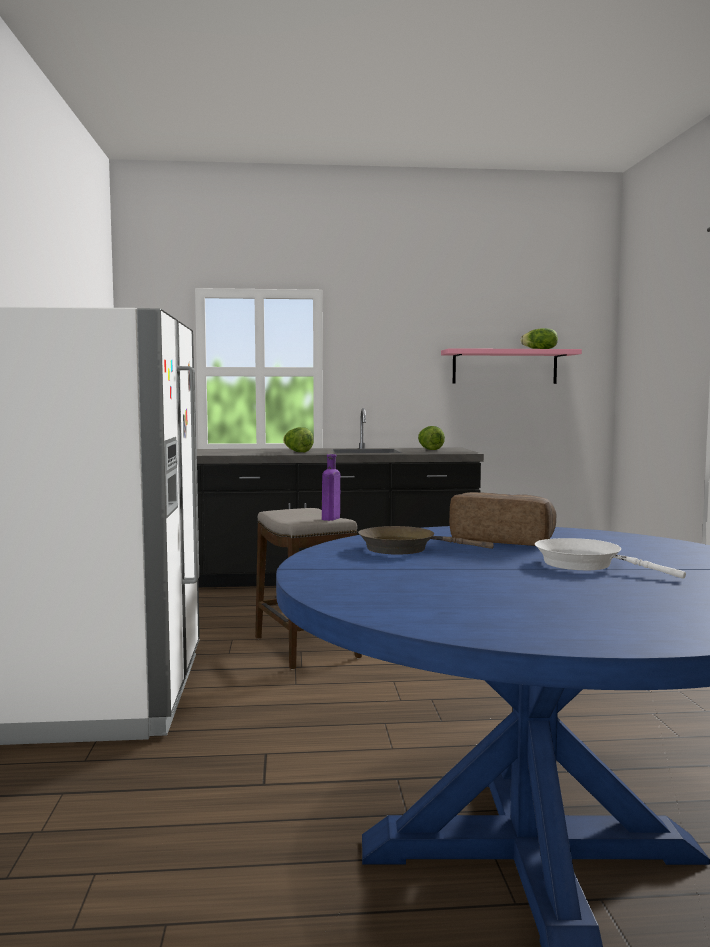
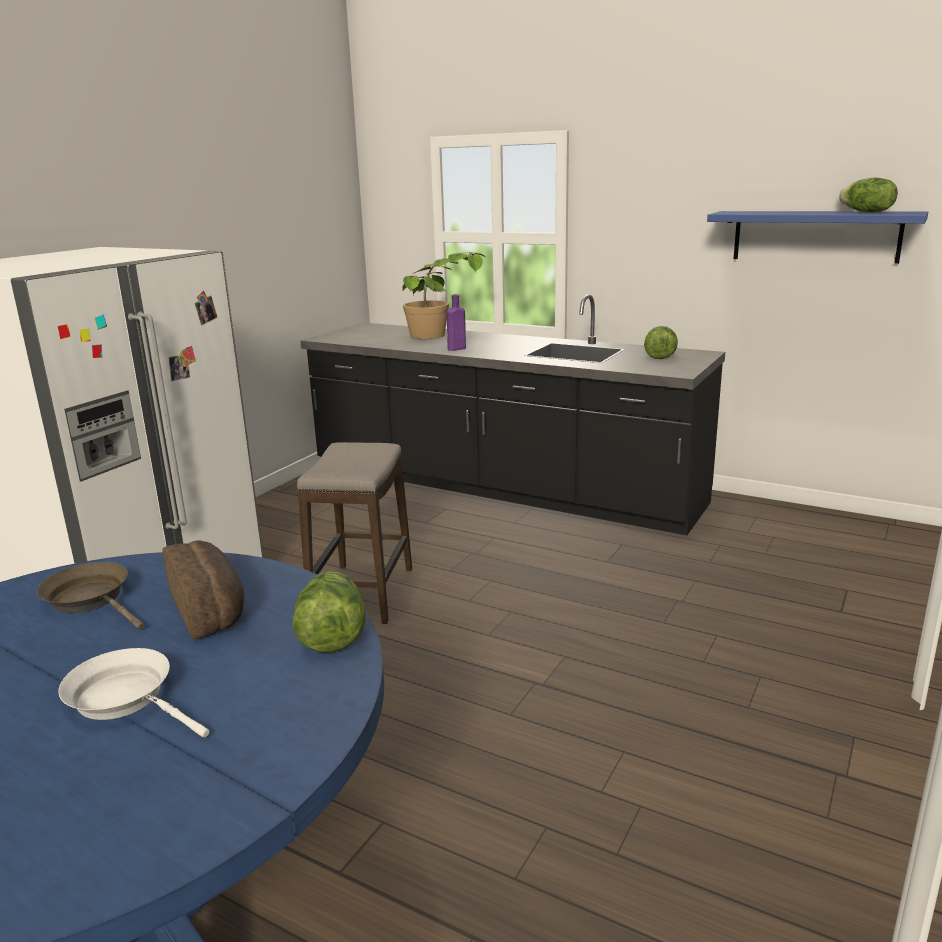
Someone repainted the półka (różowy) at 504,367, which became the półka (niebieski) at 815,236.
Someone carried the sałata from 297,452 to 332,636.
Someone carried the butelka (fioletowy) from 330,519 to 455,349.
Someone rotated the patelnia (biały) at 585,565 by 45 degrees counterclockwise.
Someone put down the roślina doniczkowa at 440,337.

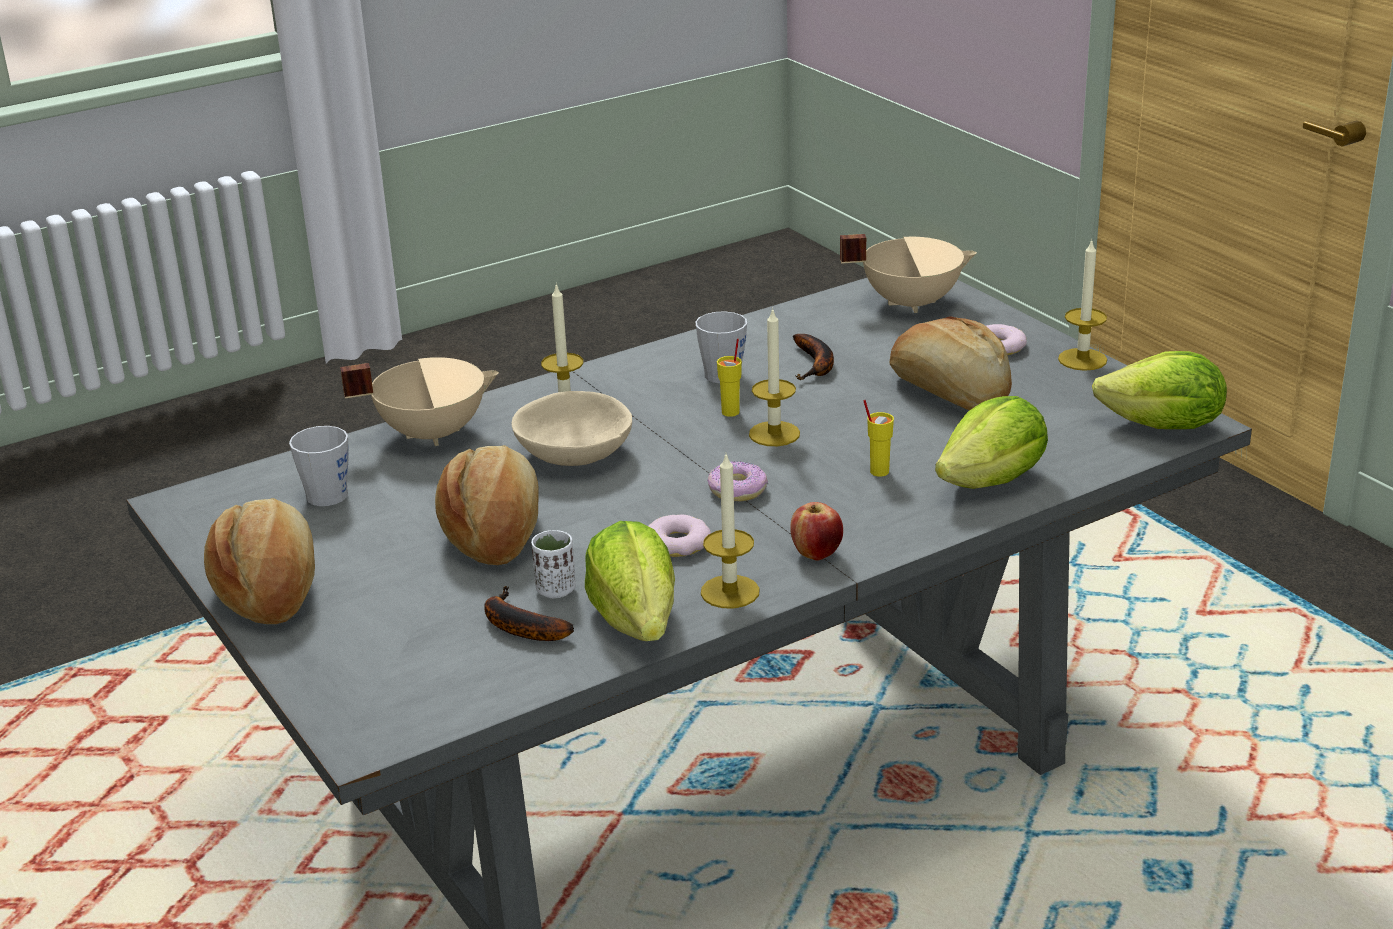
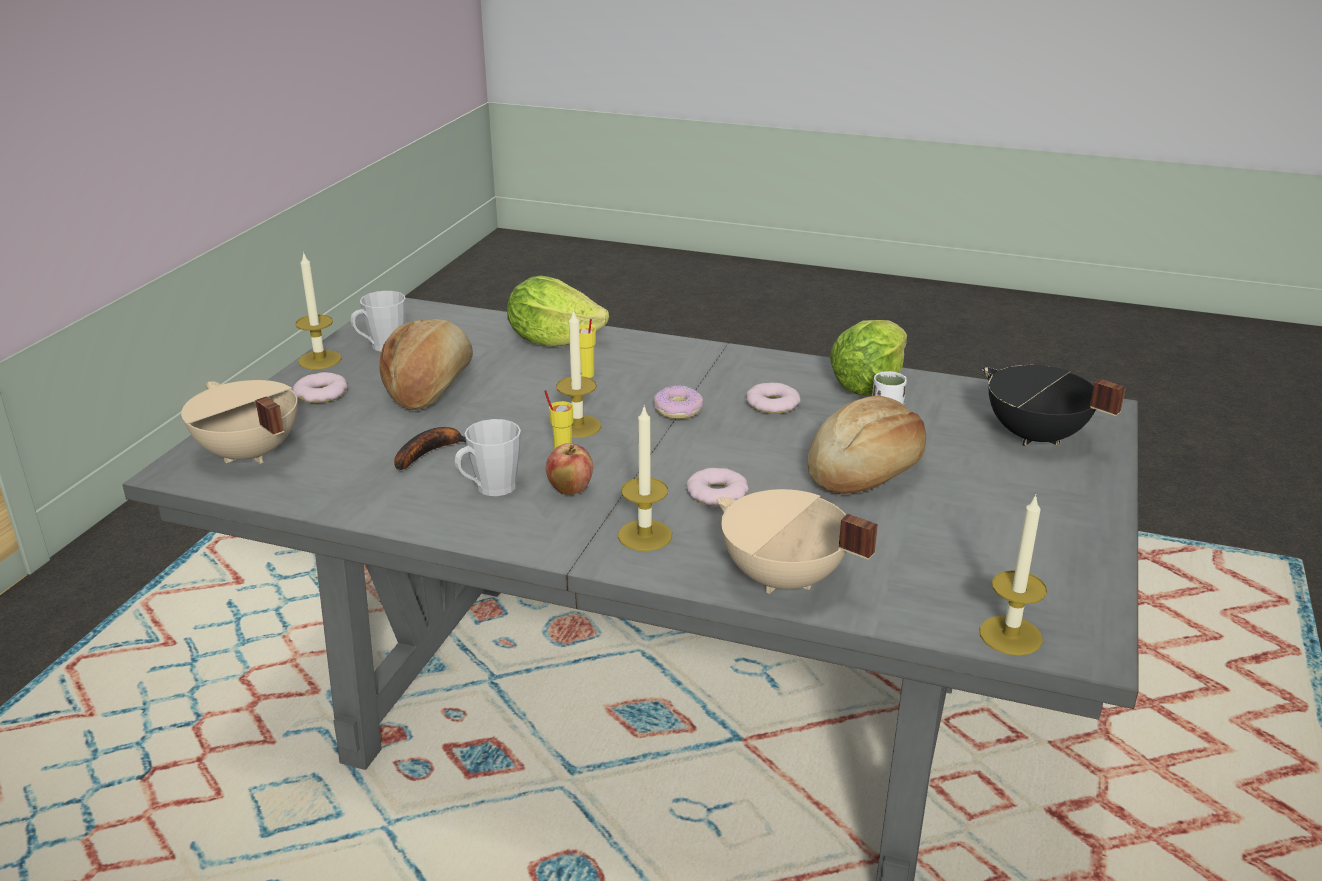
Someone took away the sałata at 1163,427.
Someone swapped the miska (beżowy) at 573,453 for the donut at 717,493.
Someone carried the kubek (szary) from 328,491 to 382,347.
Someone carried the świeca from 730,592 to 1010,635.
Someone took away the chleb at 270,589.
Someone carried the jabłko from 816,553 to 570,490.
Someone took away the banan at 518,626.
Someone put down the garnek (czarny) at 1035,437.

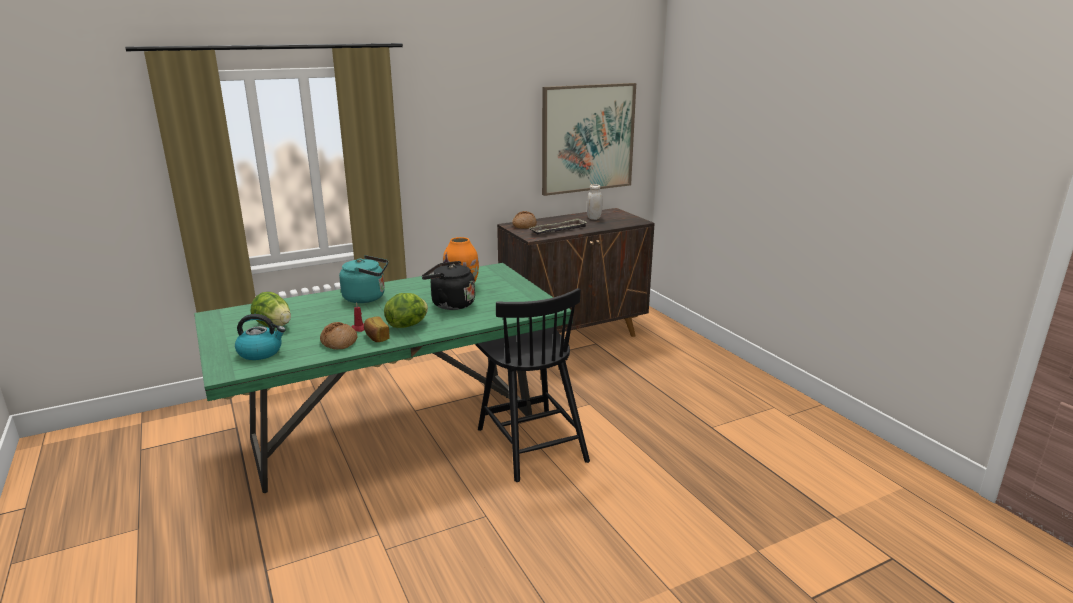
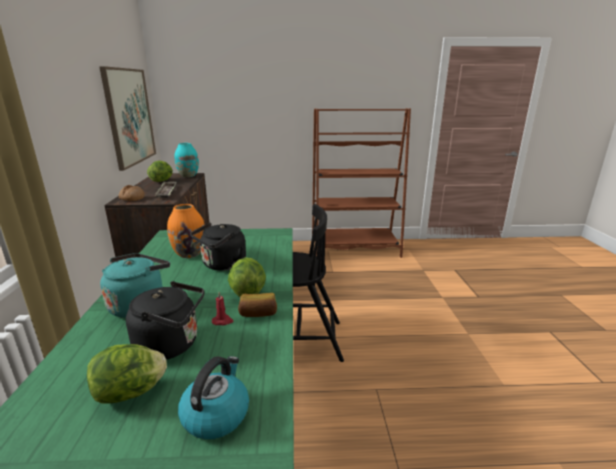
Someone swapped the słoik (biały) at 594,218 for the sałata at 162,181.
Someone took away the chleb at 339,342.
Someone put down the regał (brązowy) at 355,249.
Someone put down the wazon (turkusowy) at 188,175.
Someone put down the czajnik (czarny) at 171,344.

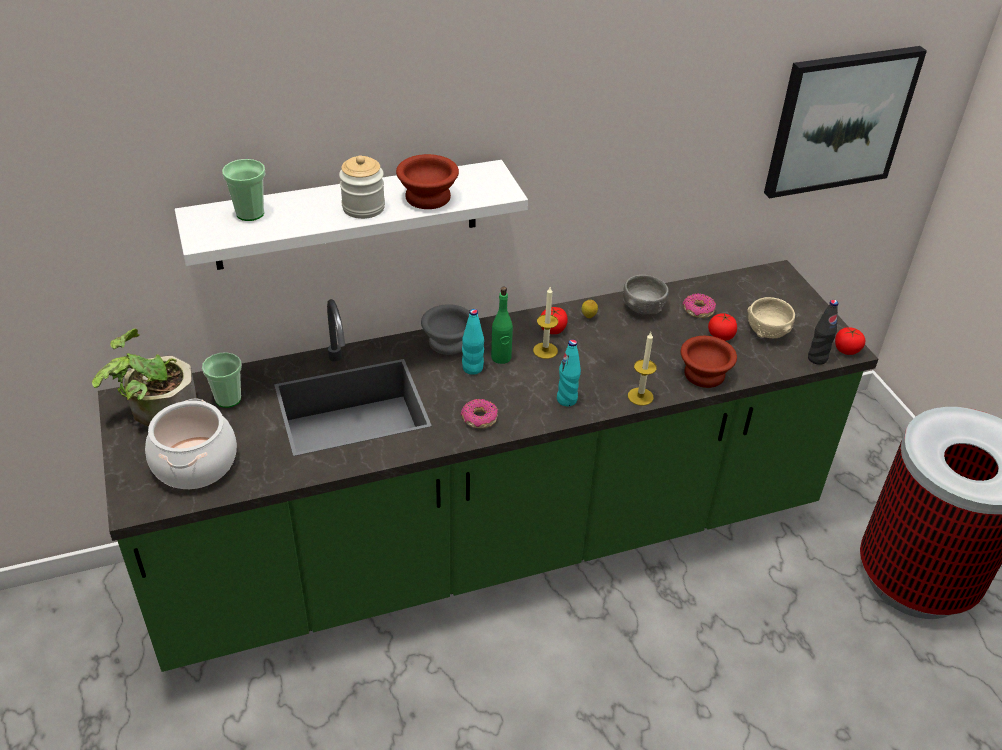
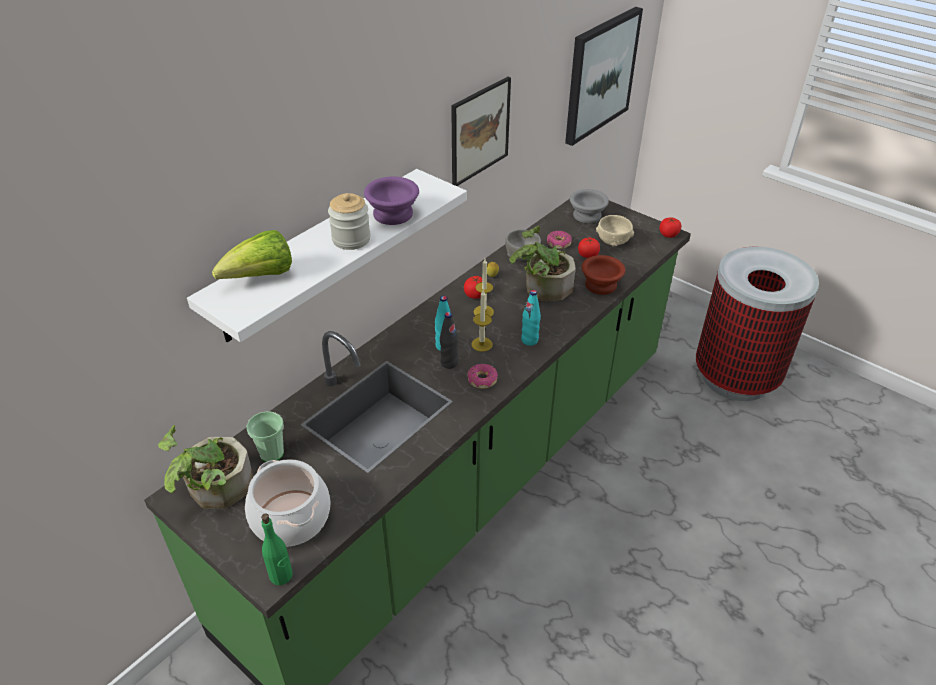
Someone repainted the miska (brązowy) at 427,196, which became the miska (fioletowy) at 392,213.
Someone swapped the filiżanka at 250,213 for the sałata at 261,277.
Someone carried the butelka (zielony) from 501,358 to 281,575.
Someone carried the butelka (czarny) from 817,358 to 449,363.
Someone carried the miska (szary) from 446,342 to 586,216.
Someone carried the świeca from 640,396 to 482,344.
Someone put up the obraz at 479,131.
Someone put down the roślina doniczkowa at 541,287.

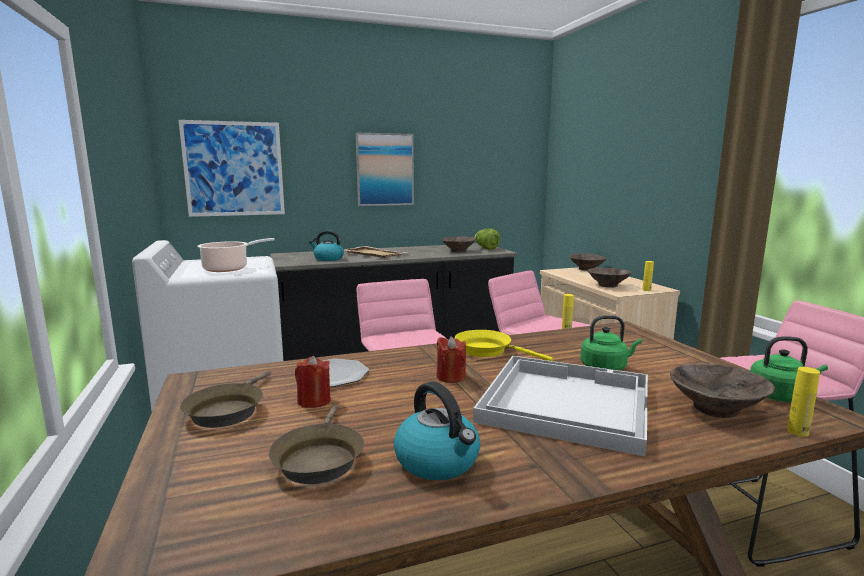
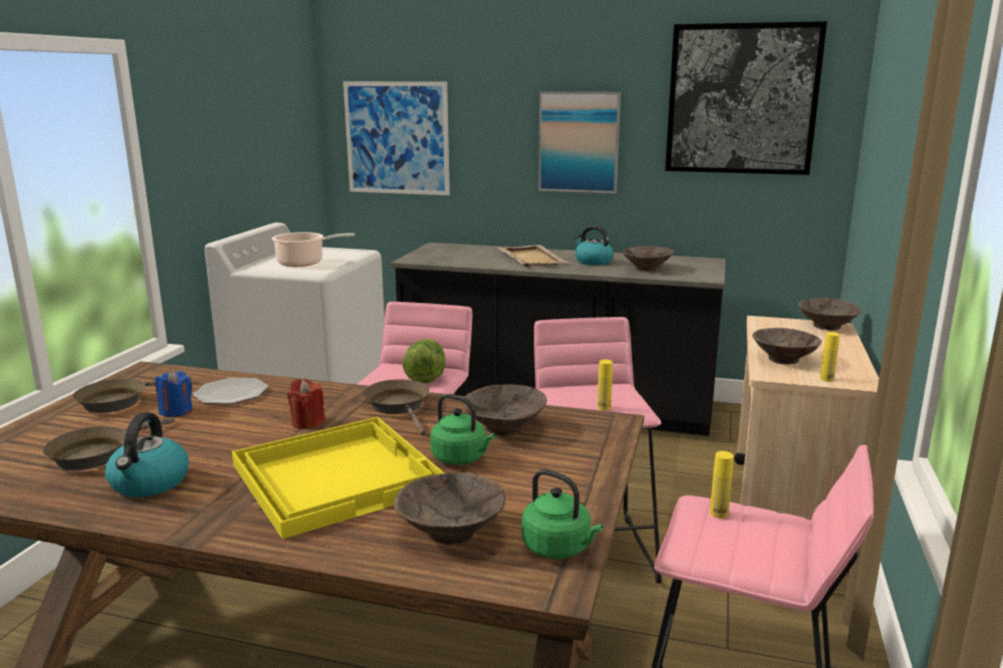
Someone carried the sałata from 485,248 to 425,377.
Someone carried the czajnik from 328,259 to 593,262.
Someone repainted the patelnia (żółty) at 488,350, which became the patelnia (brązowy) at 399,407.
Someone repainted the świeca (czerwony) at 314,401, which became the świeca (niebieski) at 176,411.
Someone repainted the taca (biały) at 564,402, which became the taca (żółty) at 337,476.
Someone carried the butelka (żółty) from 797,432 to 719,513.
Someone put up the obraz at 741,99.
Someone put down the miska (brązowy) at 504,428.

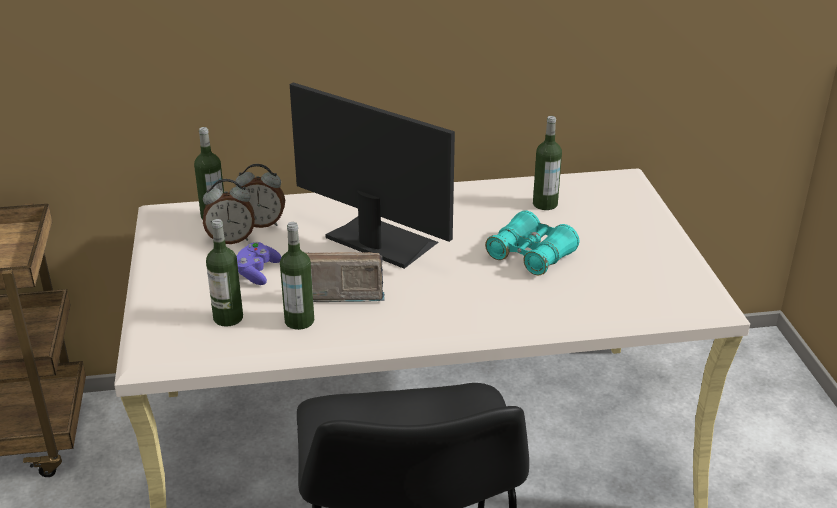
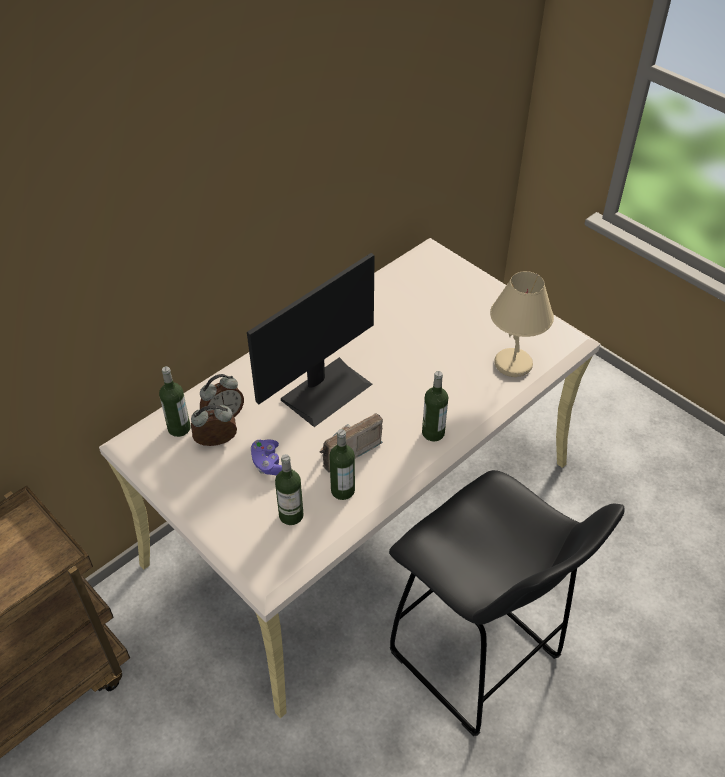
Someone rotated the monitor at 379,241 by 135 degrees clockwise.
Someone carried the butelka from 545,204 to 433,433.
Someone rotated the budzik at 231,239 by 150 degrees counterclockwise.
Someone took away the lornetka (turkusowy) at 531,255.
Someone put down the lampa stołowa (beżowy) at 514,364.

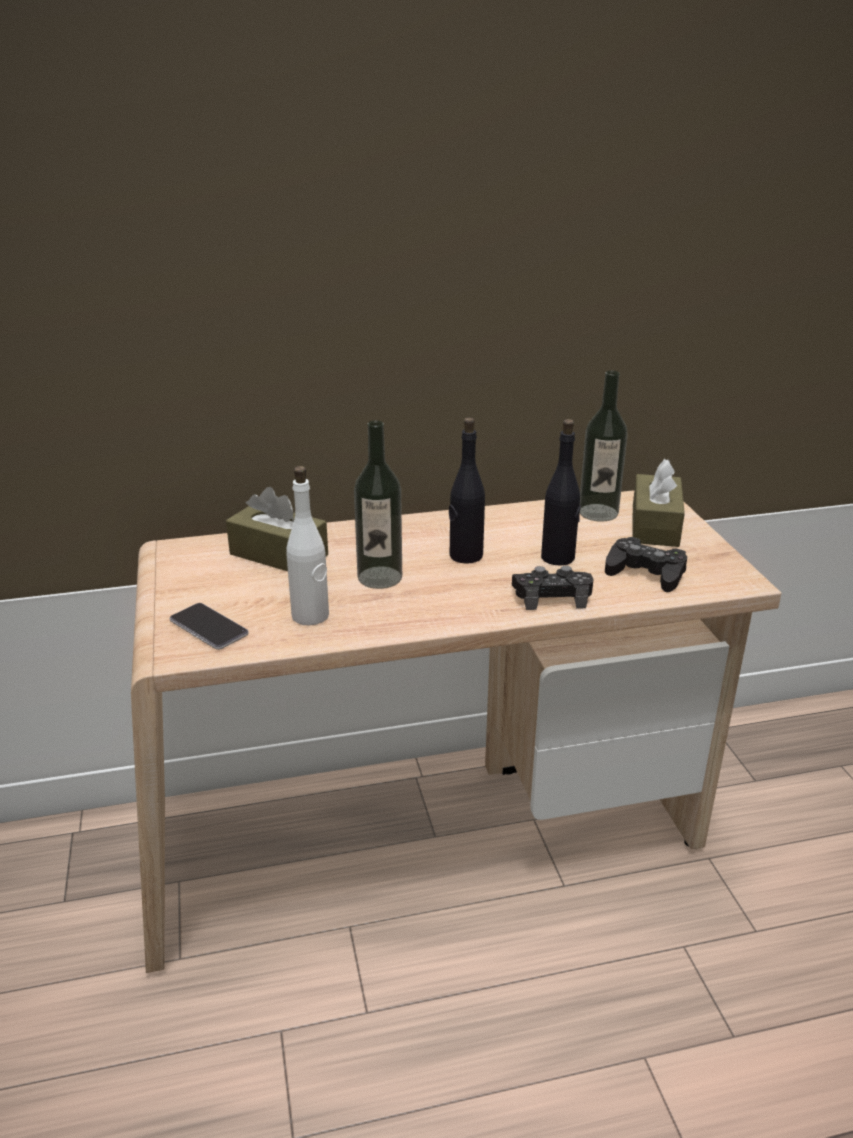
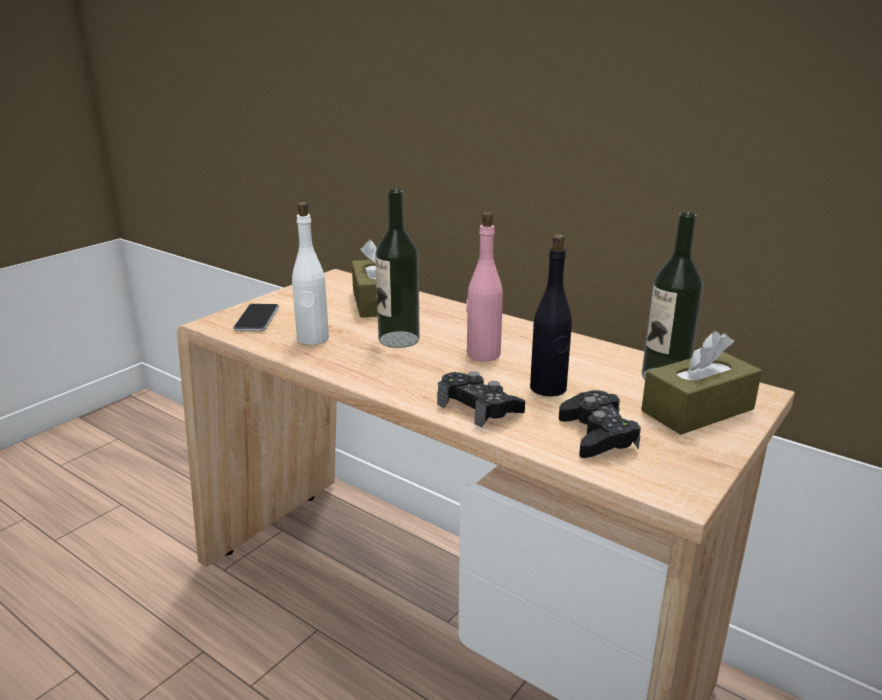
Someone repainted the butelka (czarny) at 465,556, which became the butelka (różowy) at 483,354.

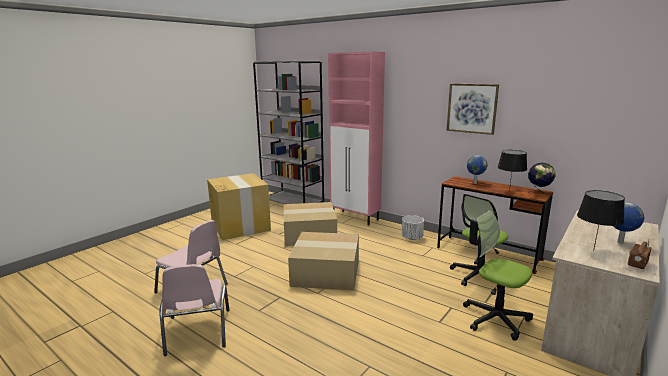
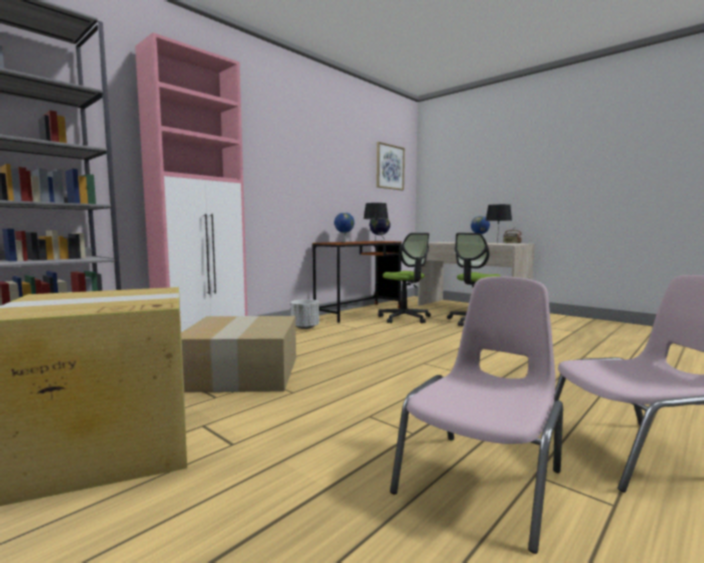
Someone carried the obraz from 472,108 to 389,167.
Someone took away the karton at 327,272.

